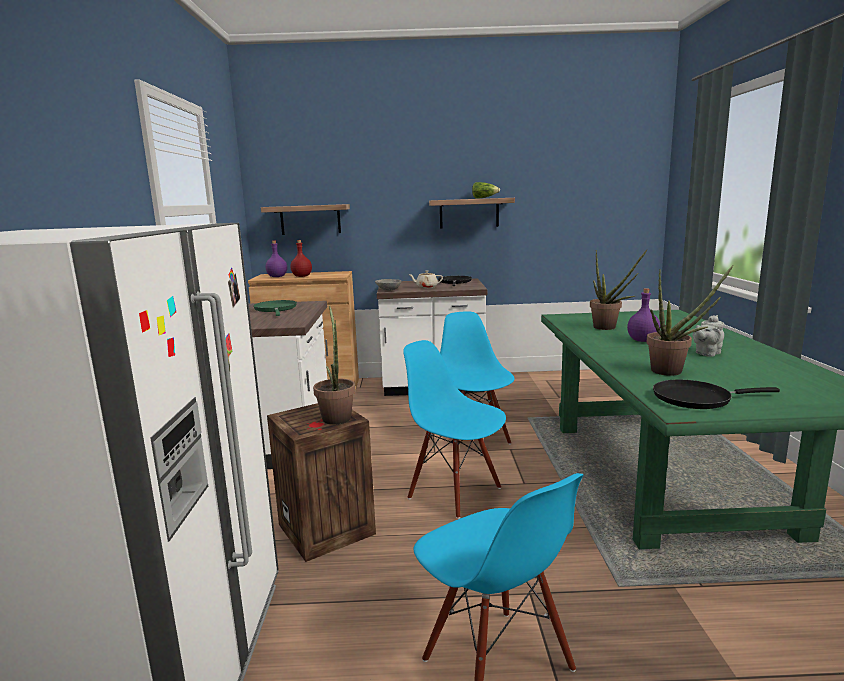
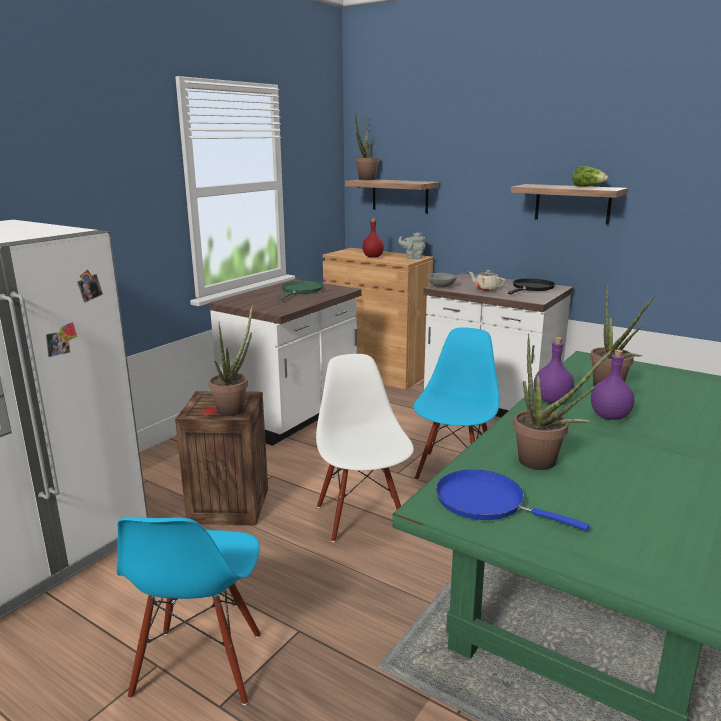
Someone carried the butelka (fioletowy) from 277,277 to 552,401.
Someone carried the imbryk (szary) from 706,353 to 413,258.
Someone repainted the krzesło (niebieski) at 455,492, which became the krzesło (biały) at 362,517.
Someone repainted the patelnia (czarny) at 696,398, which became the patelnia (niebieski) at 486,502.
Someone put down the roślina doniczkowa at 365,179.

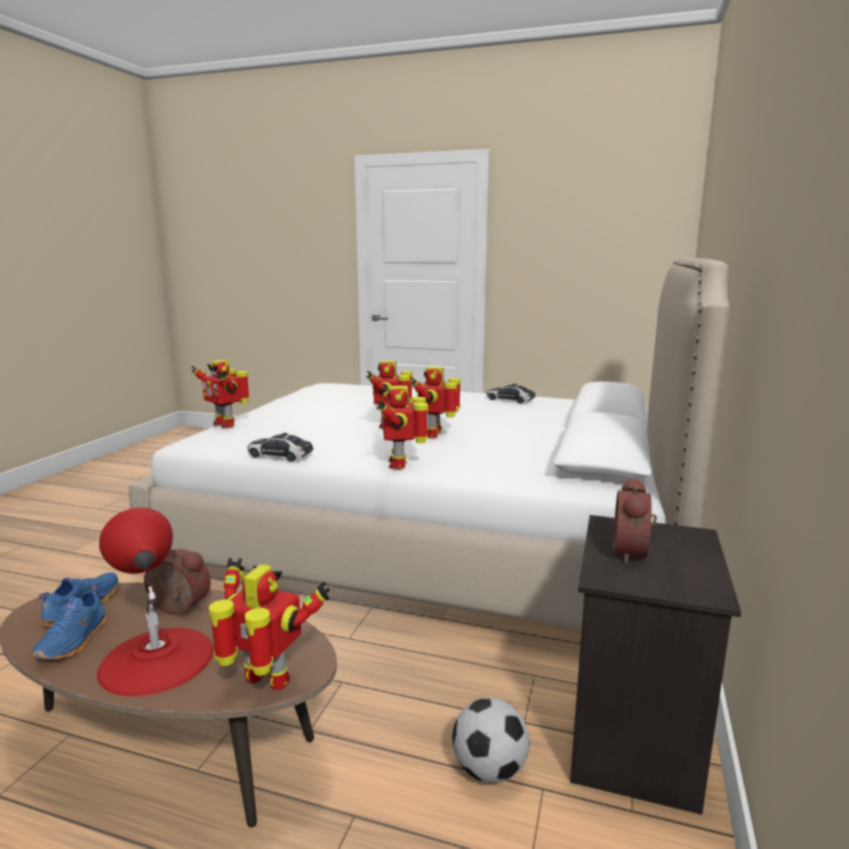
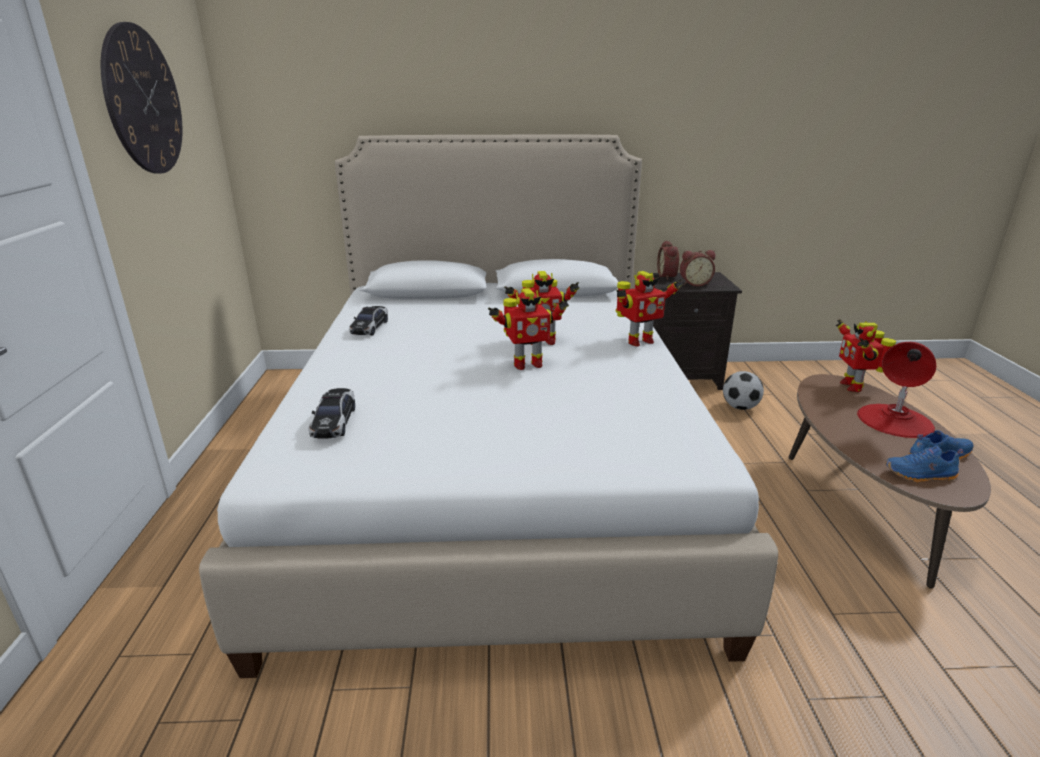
Someone took away the robot zabawkowy at 225,424.
Someone carried the samochodzik from 280,455 to 334,421.
Someone carried the budzik from 178,609 to 668,276.
Someone put up the zegar ścienny at 143,101.

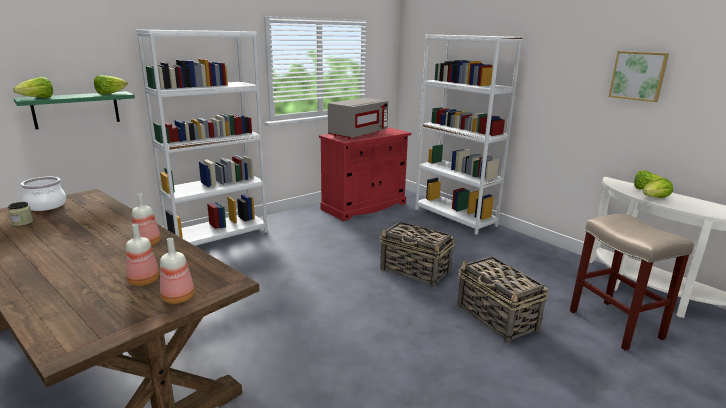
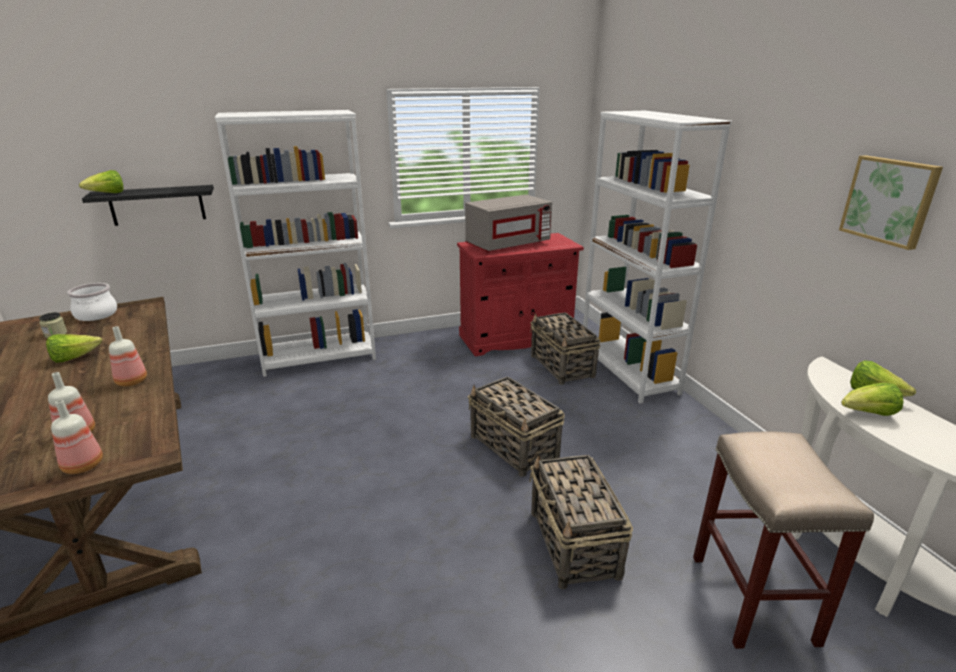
Someone carried the sałata from 110,94 to 74,358.
Someone repainted the półka (zielony) at 76,109, which became the półka (czarny) at 157,205.
Someone put down the koszyk at 562,366.

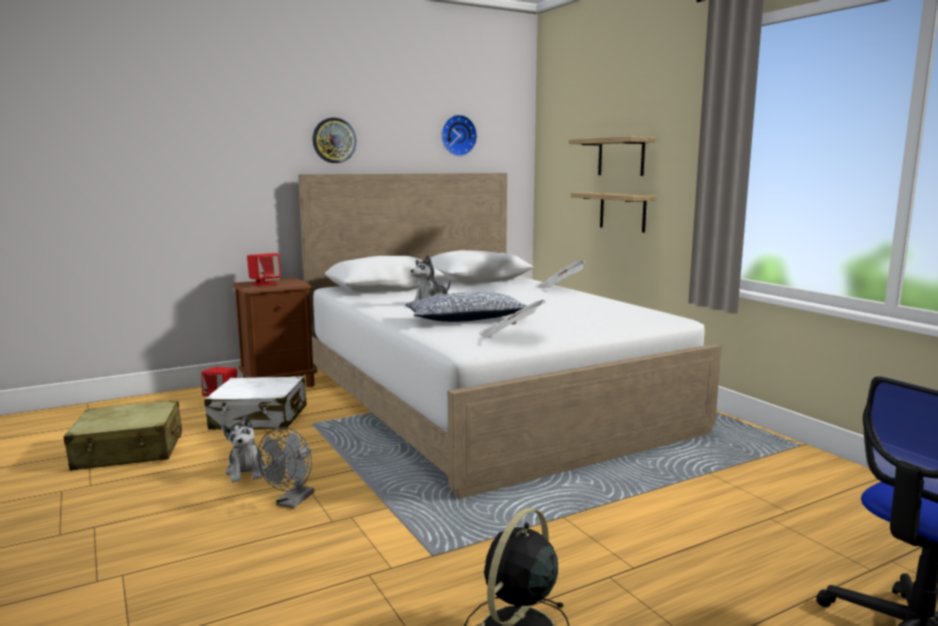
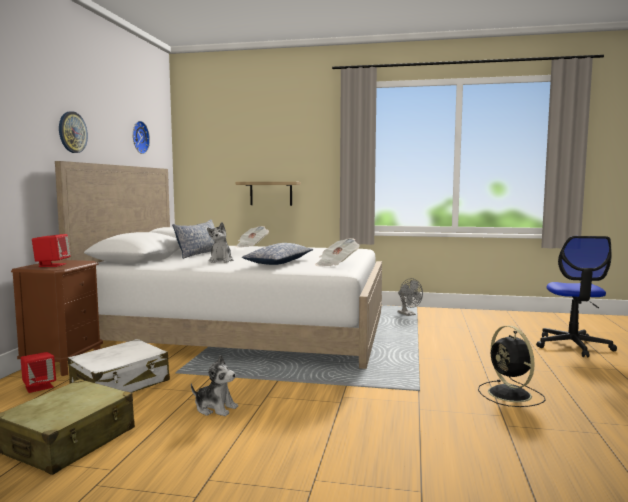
Someone took away the półka at 621,157.
Someone carried the wentylator (szary) from 292,502 to 408,315.
Someone put down the poduszka at 199,253.

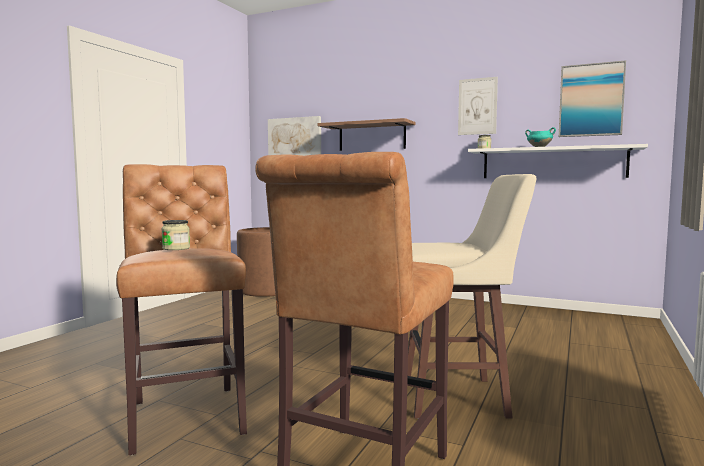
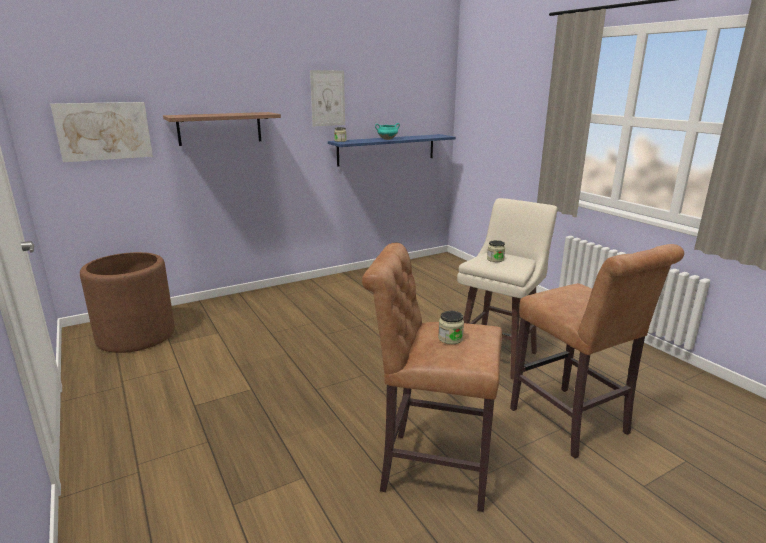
Someone took away the obraz at 591,100.
Someone repainted the półka (biały) at 552,163, which became the półka (niebieski) at 387,149.
Someone put down the słoik at 495,259.

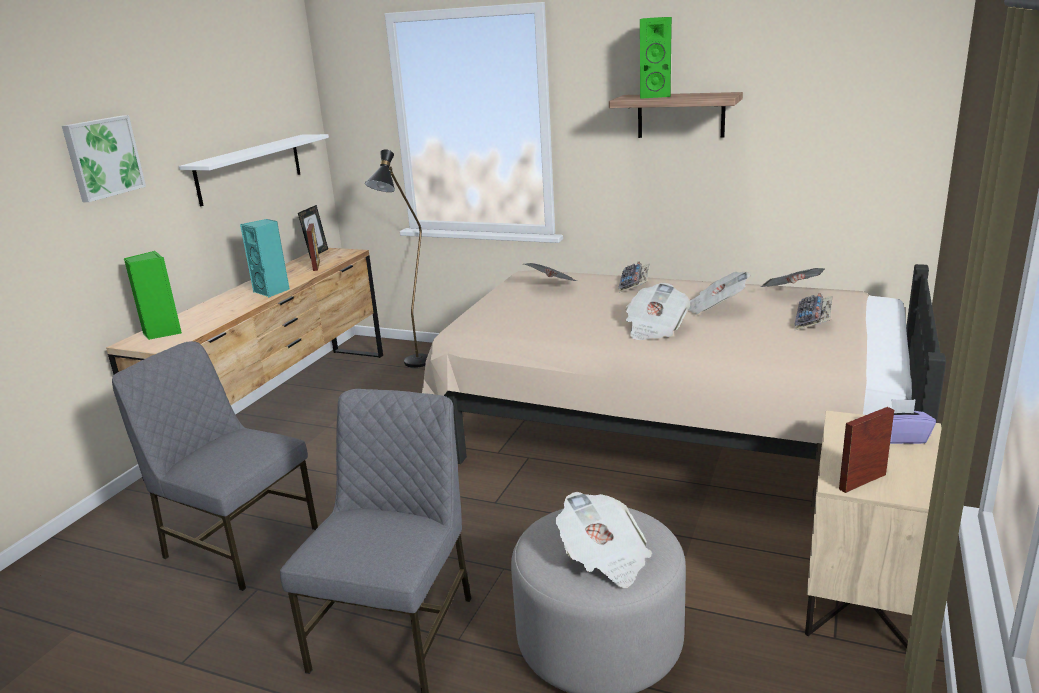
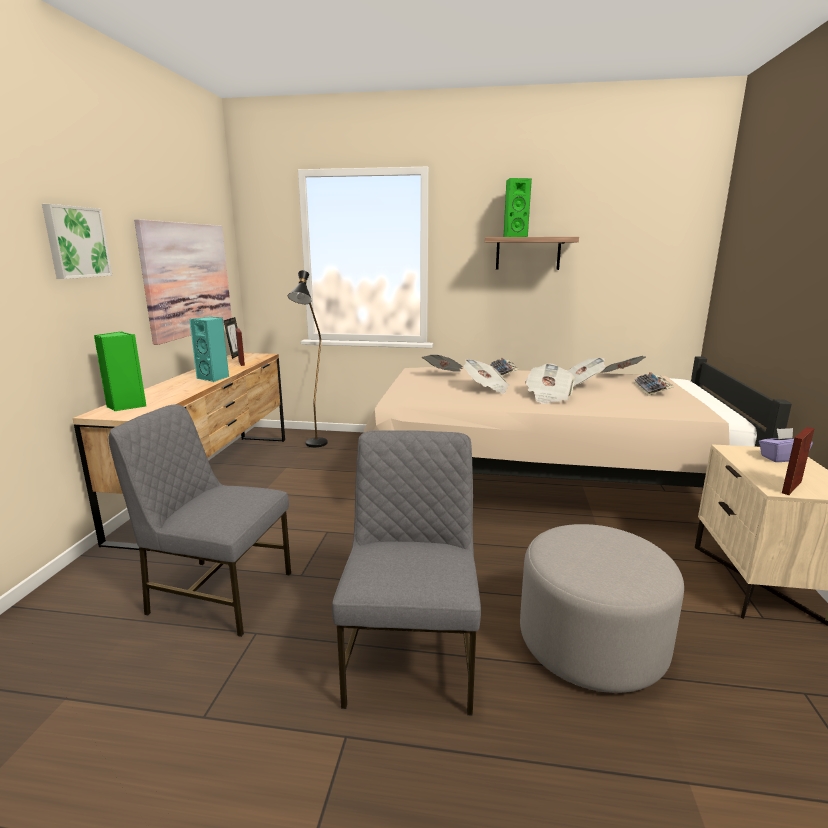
Someone swapped the półka (biały) at 249,169 for the obraz at 188,279.
Someone carried the gazeta from 604,559 to 486,388.

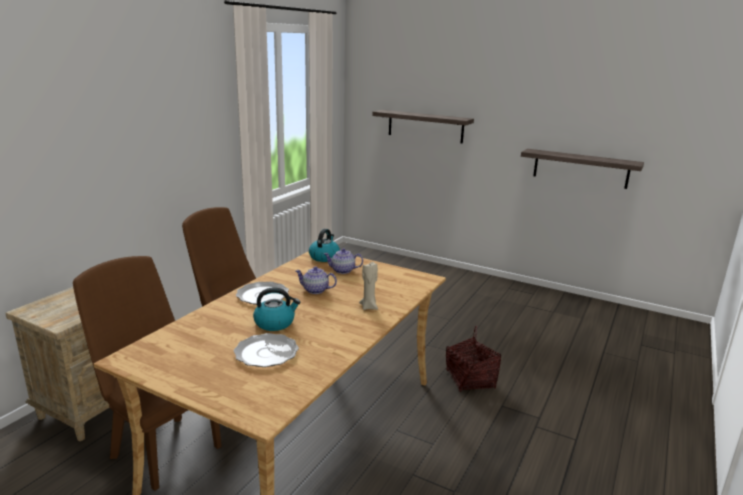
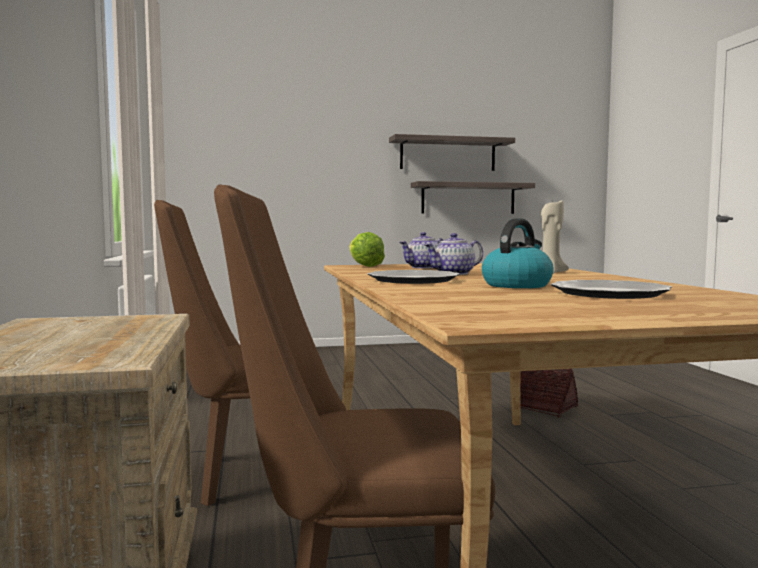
Someone carried the półka from 425,126 to 448,154.
Someone swapped the czajnik at 324,257 for the sałata at 364,266.

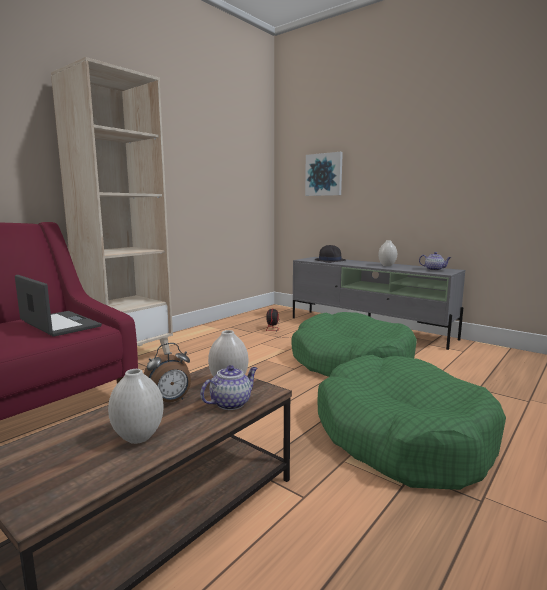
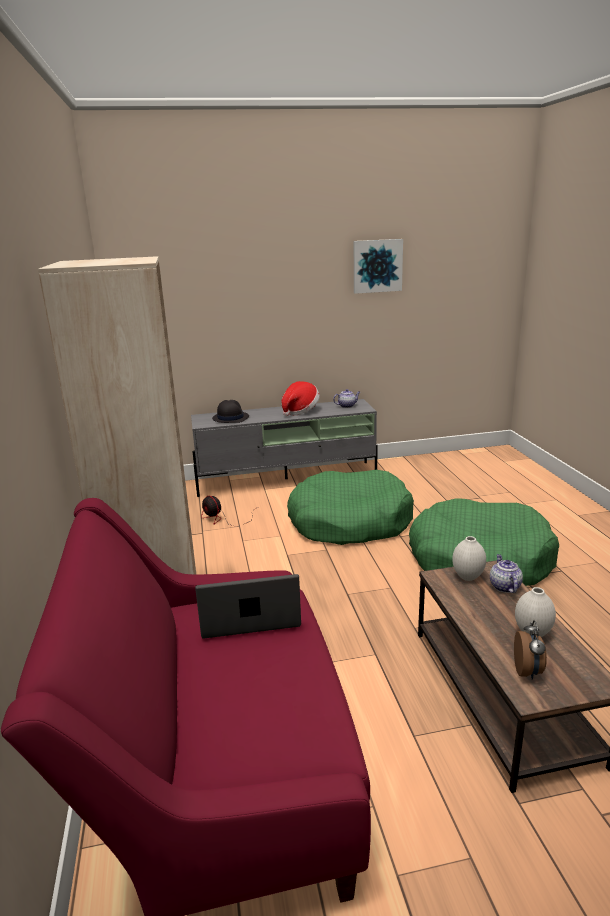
Someone carried the obraz from 324,174 to 377,266.
Someone swapped the wazon (biały) at 386,265 for the kapelusz at 300,411.
Someone carried the budzik from 170,401 to 528,671.

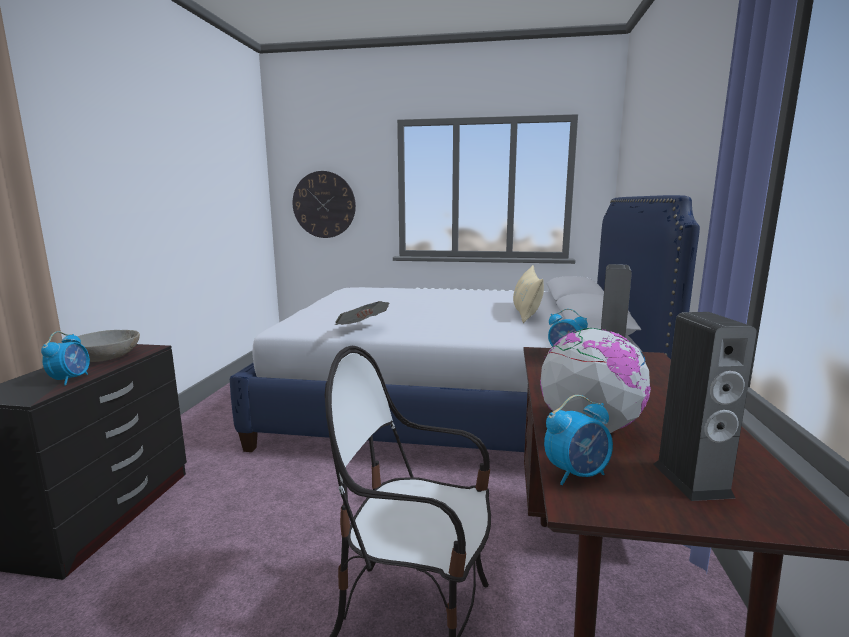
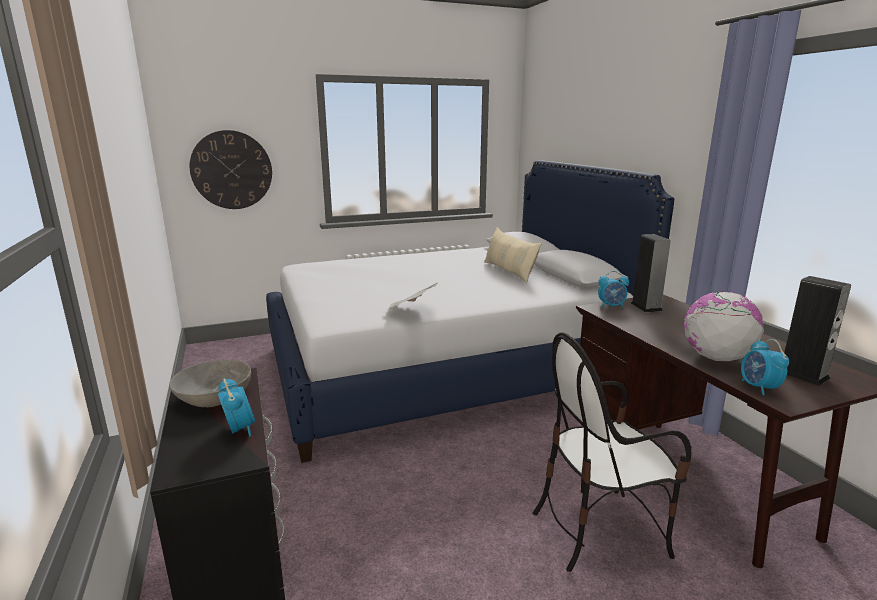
Someone rotated the budzik at 577,474 by 135 degrees clockwise.

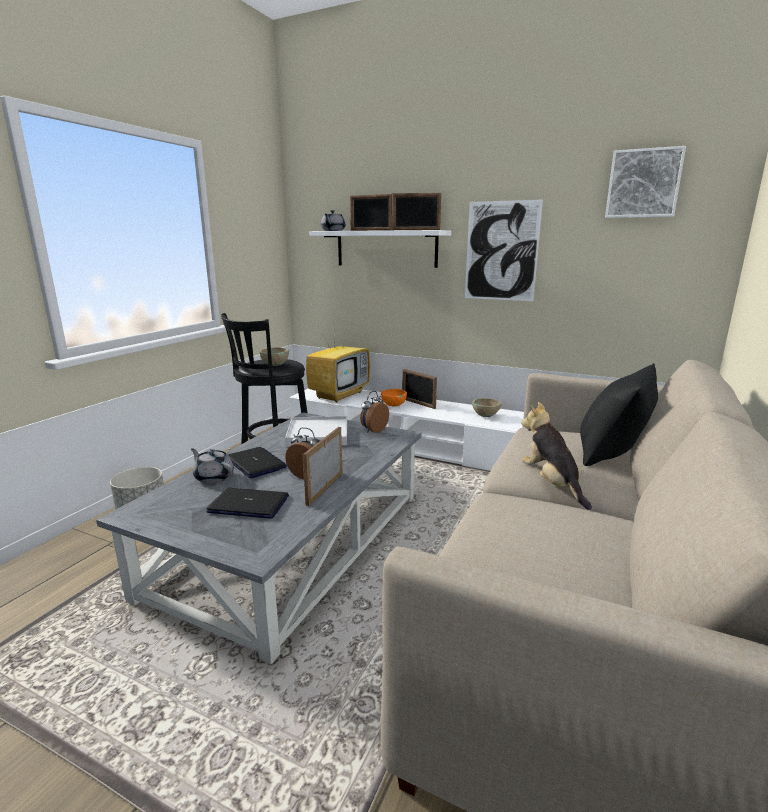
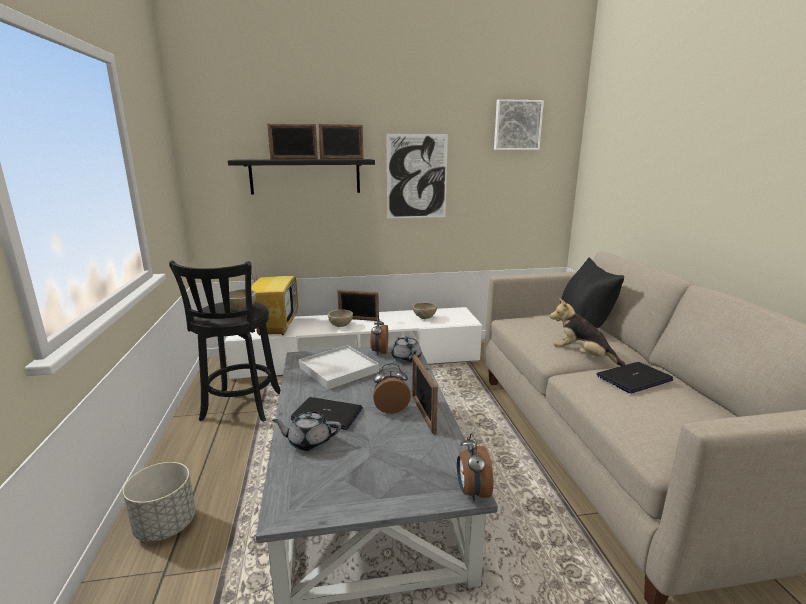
Someone carried the imbryk (szary) from 332,230 to 406,359.
Someone repainted the półka (biały) at 386,249, which became the półka (czarny) at 305,176.
Someone repainted the miska (pomarańczowy) at 393,405, which became the miska (beżowy) at 340,326.
Someone carried the laptop from 249,504 to 634,378.
Someone put down the budzik at 472,492.

